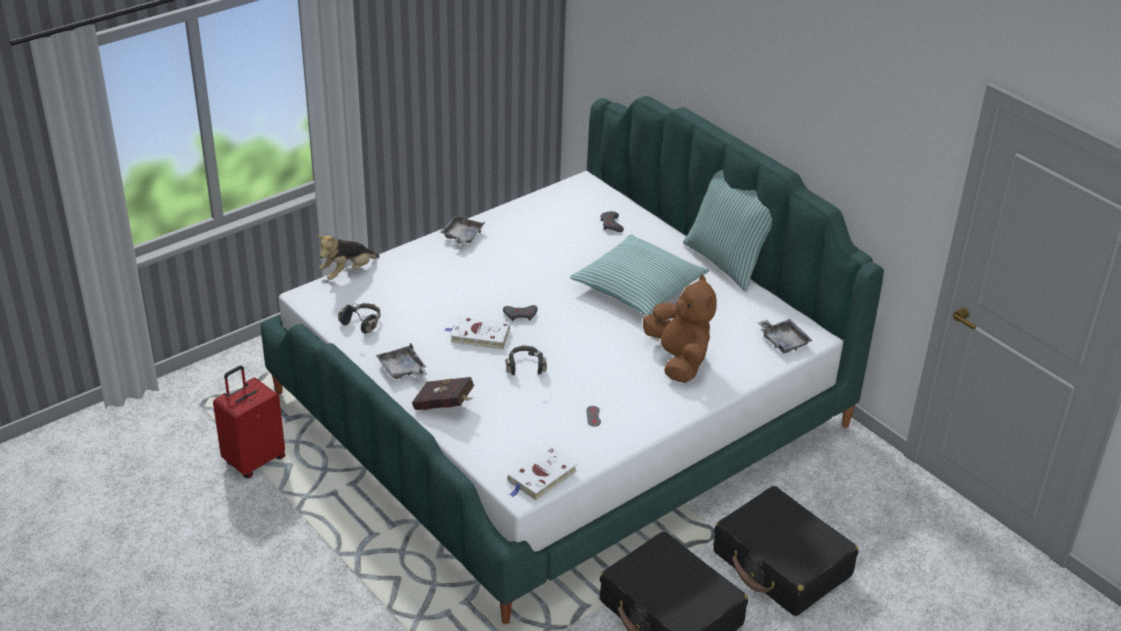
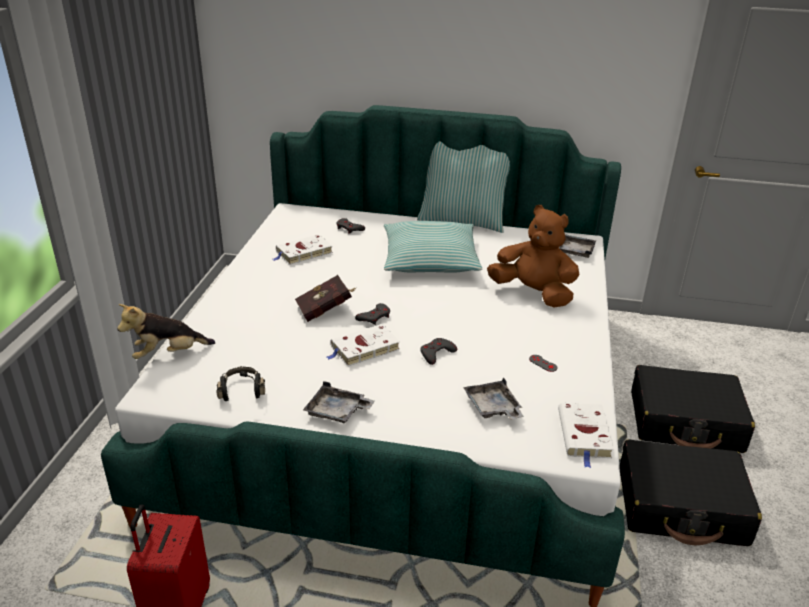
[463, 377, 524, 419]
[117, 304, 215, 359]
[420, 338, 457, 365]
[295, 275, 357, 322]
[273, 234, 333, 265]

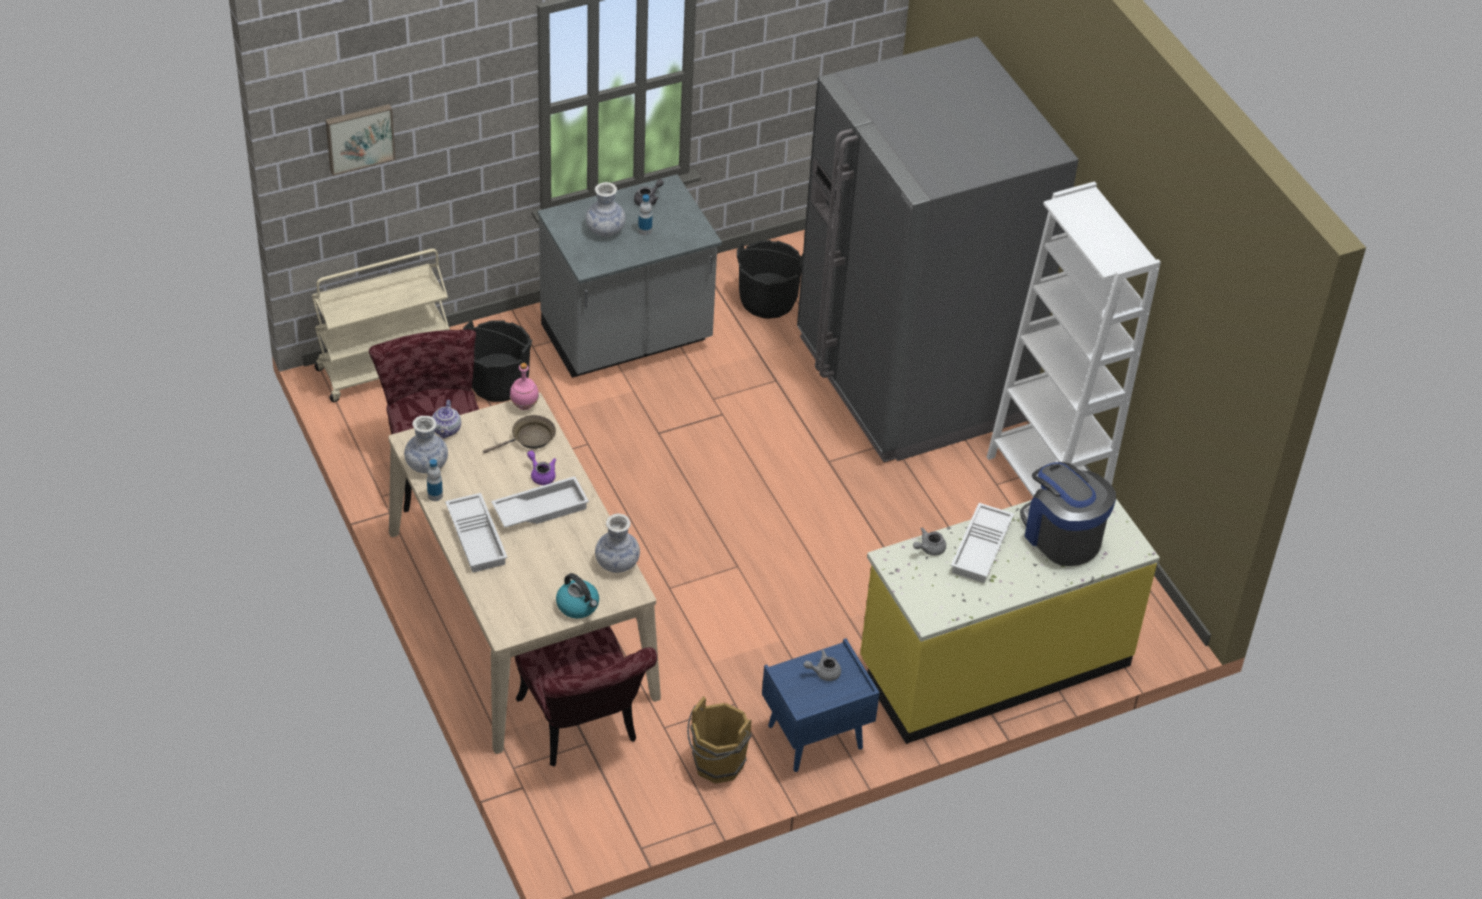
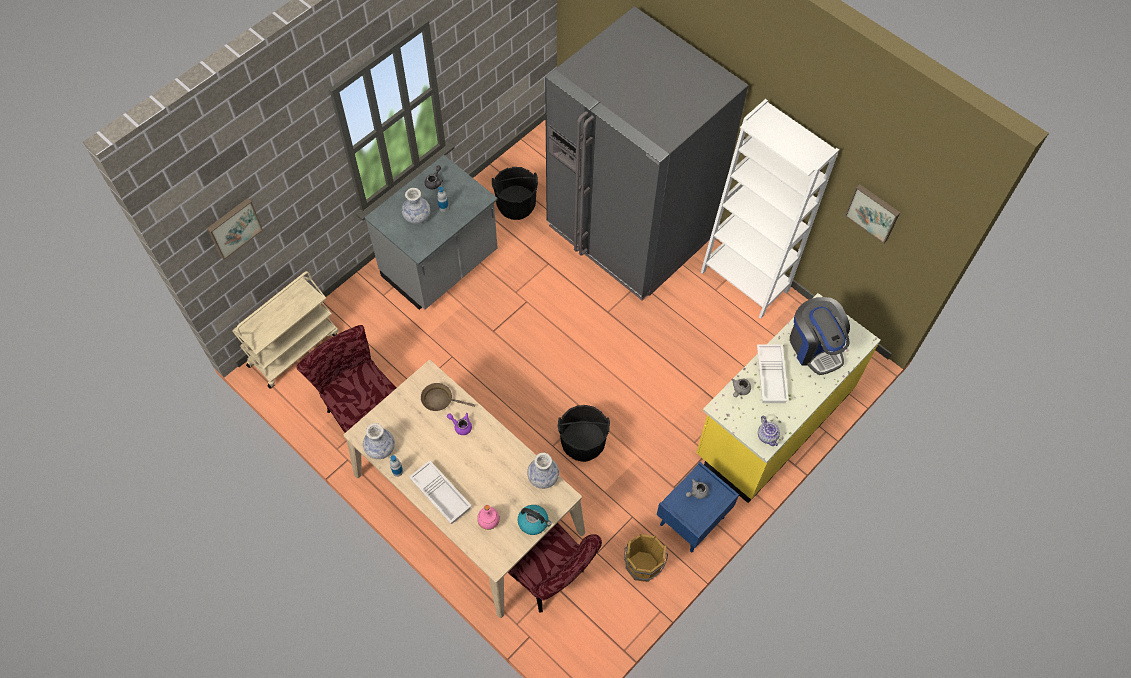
[558, 405, 610, 462]
[478, 505, 500, 530]
[758, 416, 780, 446]
[421, 383, 475, 411]
[790, 297, 850, 375]
[491, 476, 589, 527] (first image)
[845, 184, 900, 244]

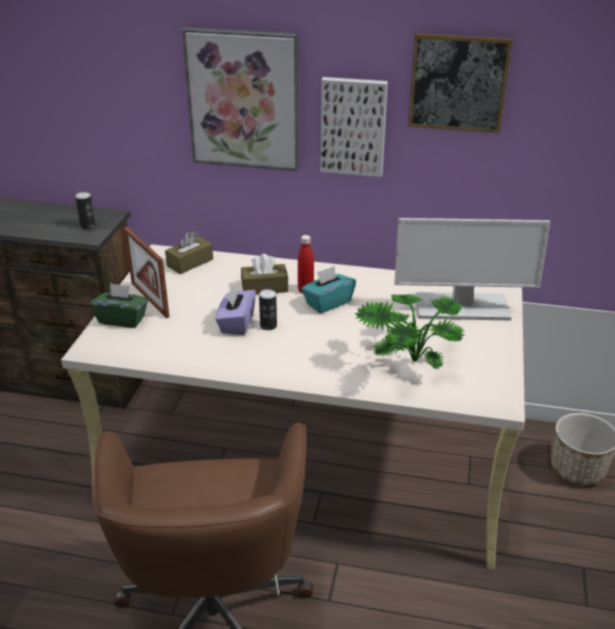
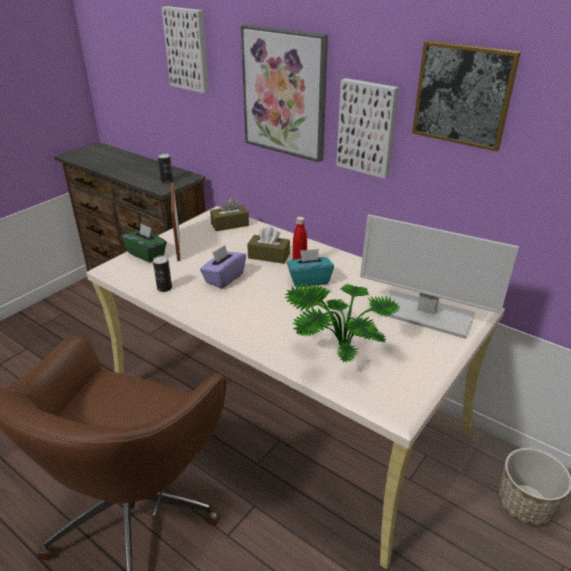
[153, 256, 172, 292]
[161, 6, 209, 93]

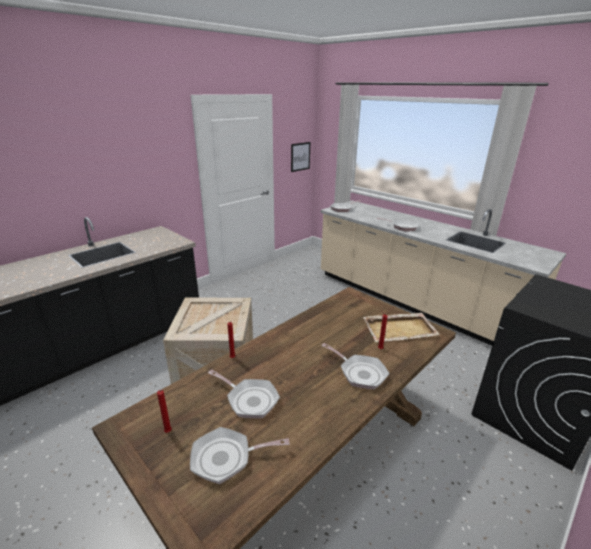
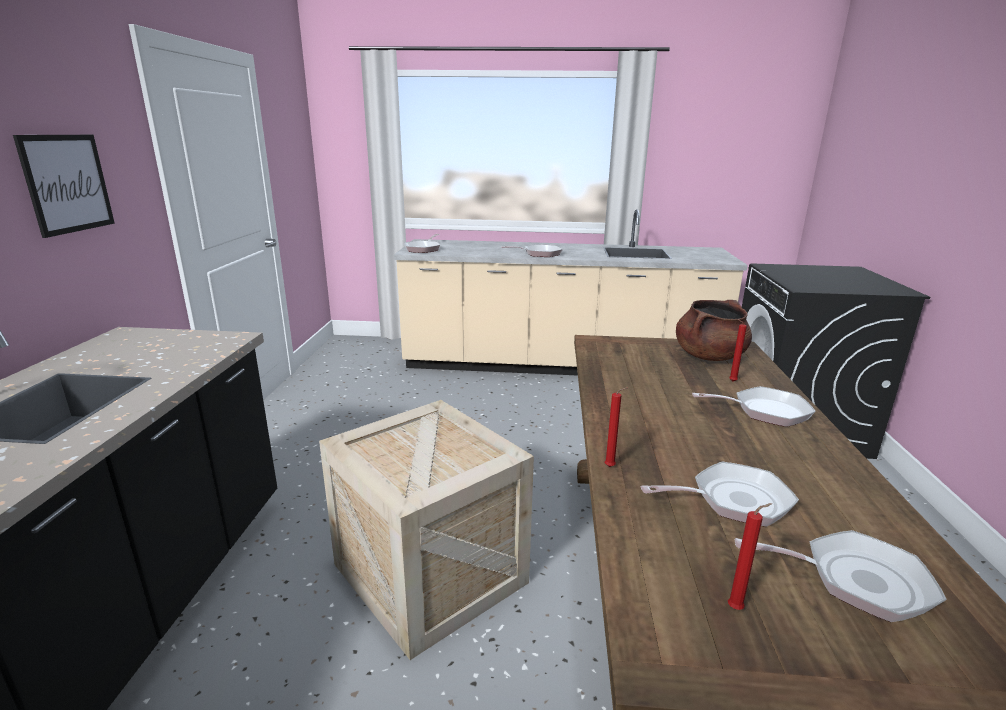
[13, 135, 115, 238]
[676, 300, 752, 361]
[735, 530, 946, 622]

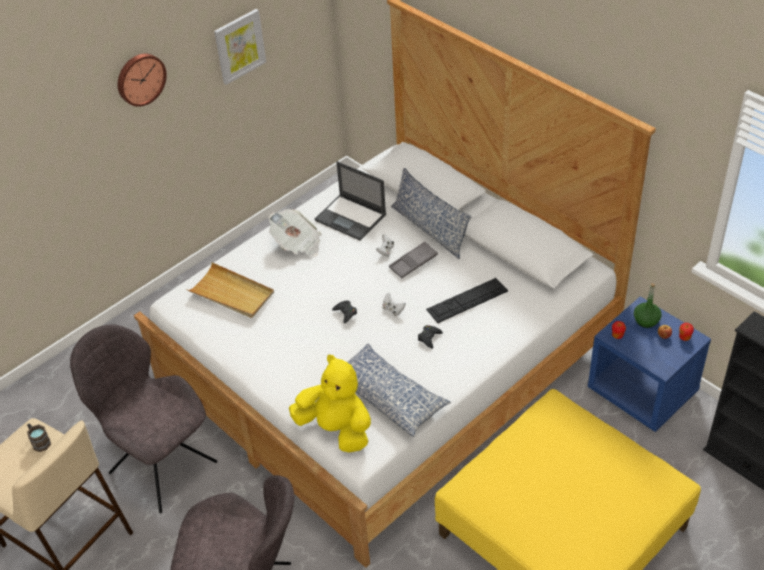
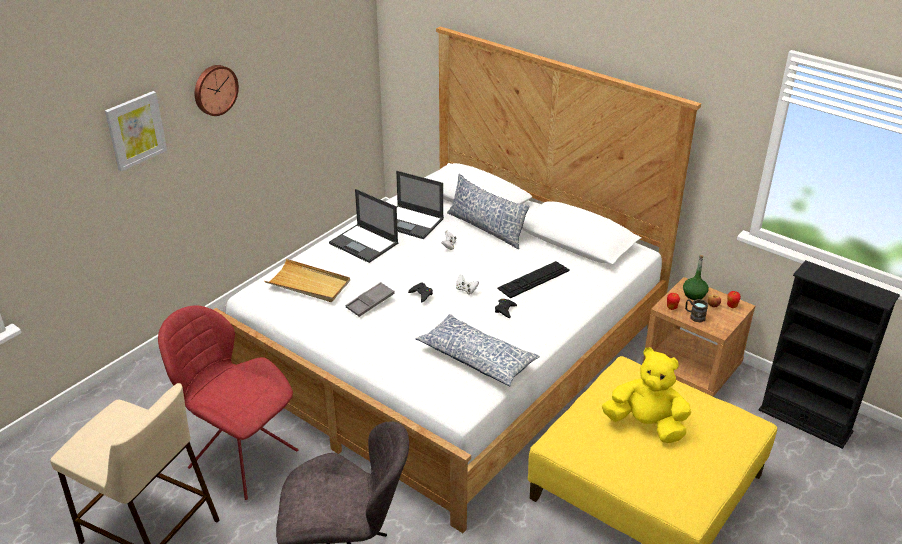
[105, 91, 167, 171]
[329, 189, 398, 263]
[346, 282, 395, 317]
[642, 277, 755, 397]
[158, 305, 298, 500]
[602, 347, 691, 443]
[685, 299, 708, 323]

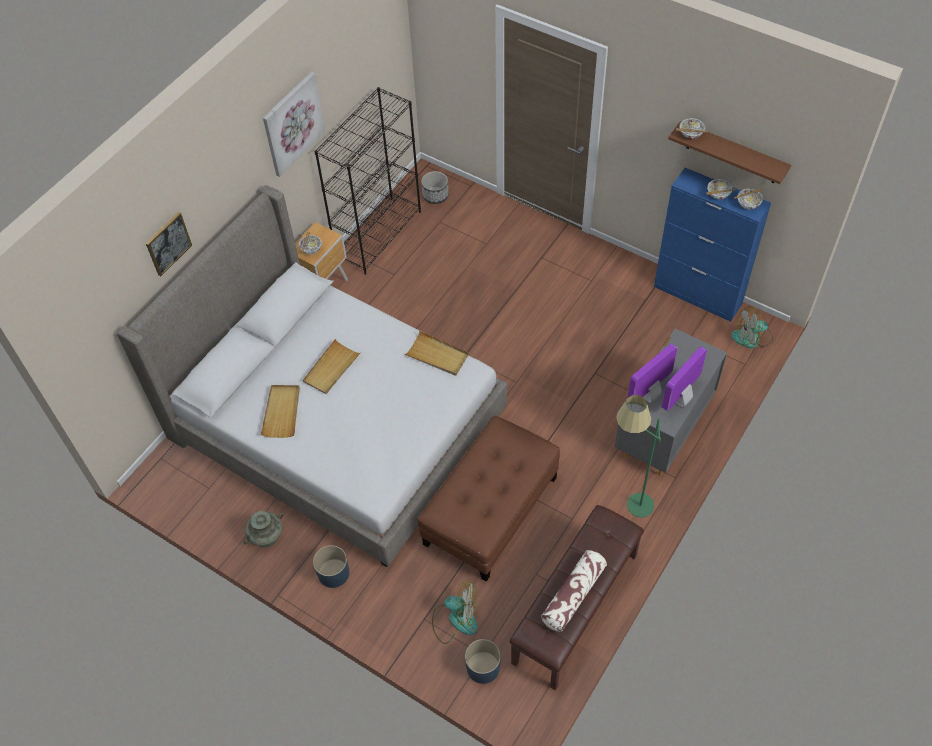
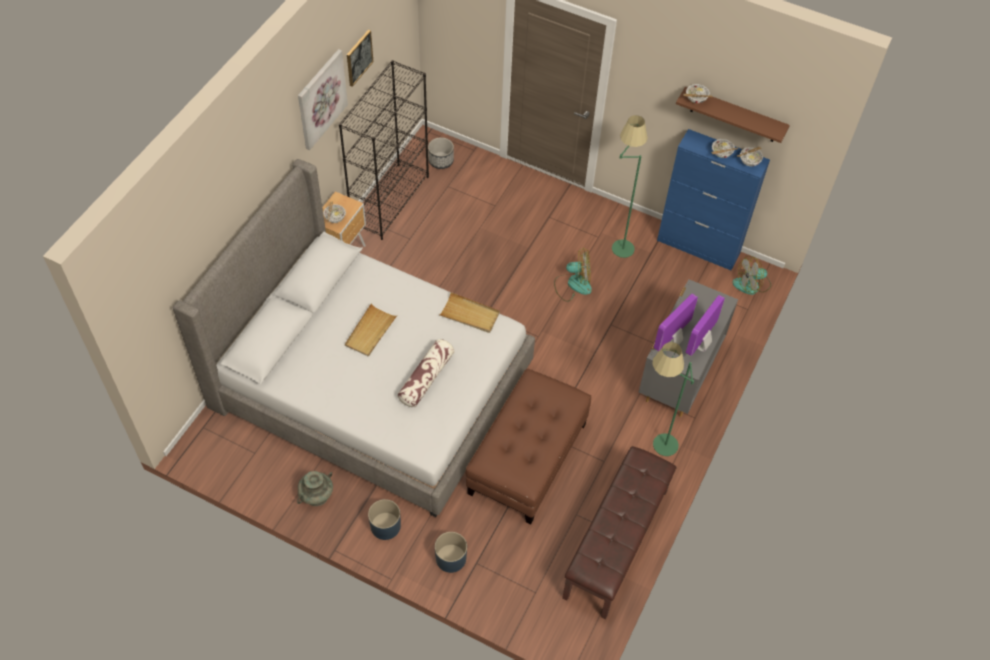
[347, 30, 373, 87]
[261, 385, 300, 438] (first image)
[397, 339, 454, 407]
[554, 248, 592, 302]
[435, 532, 467, 573]
[612, 115, 648, 258]

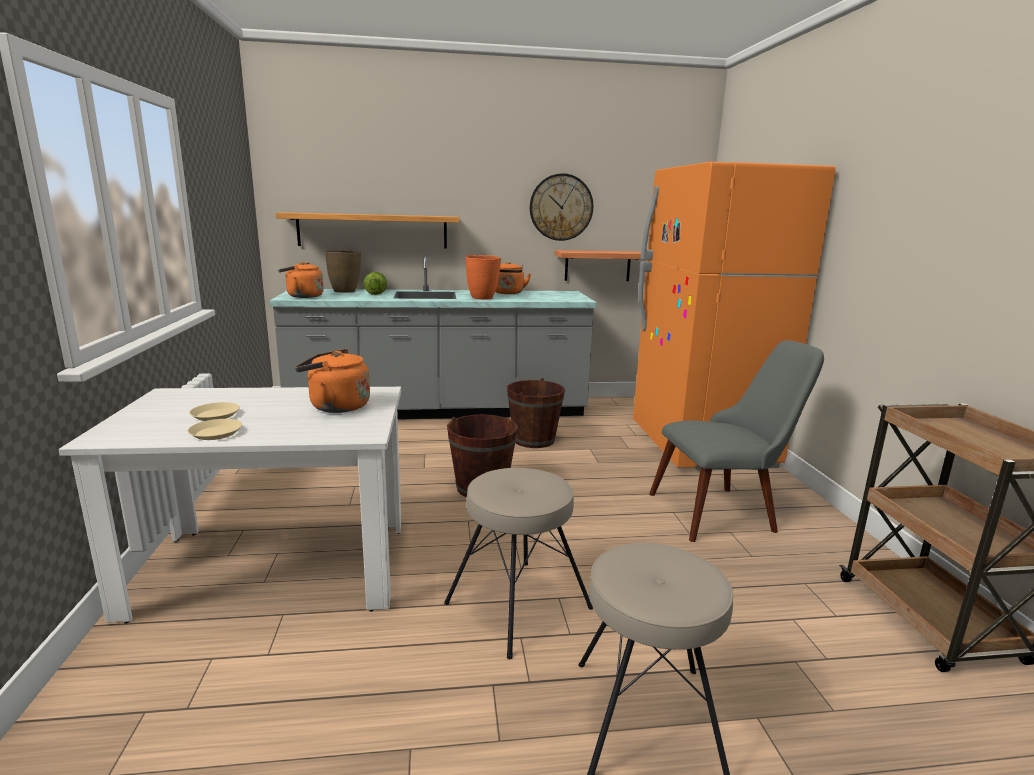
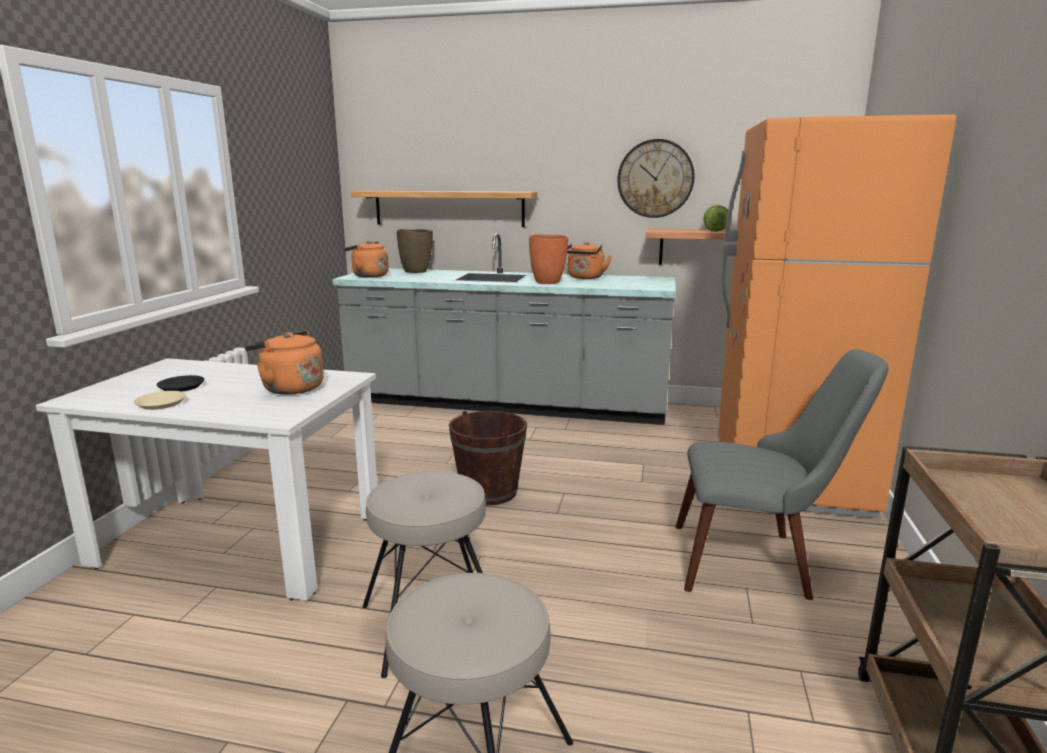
[703, 205, 728, 232]
[507, 378, 565, 448] (first image)
[157, 375, 204, 392]

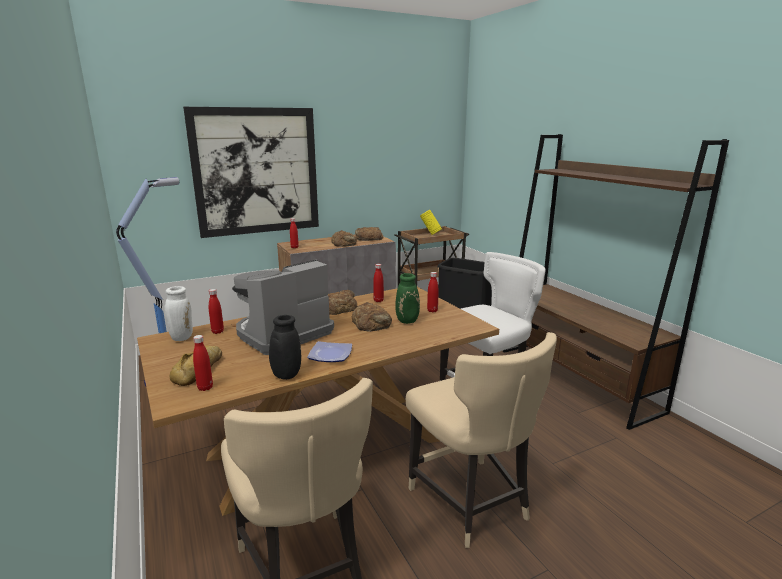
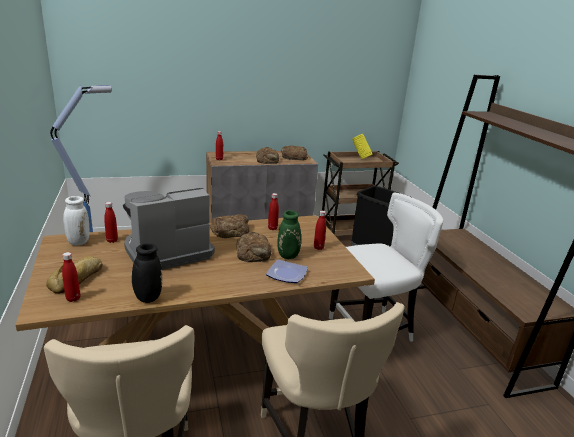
[183, 107, 319, 238] (first image)
[266, 260, 308, 283]

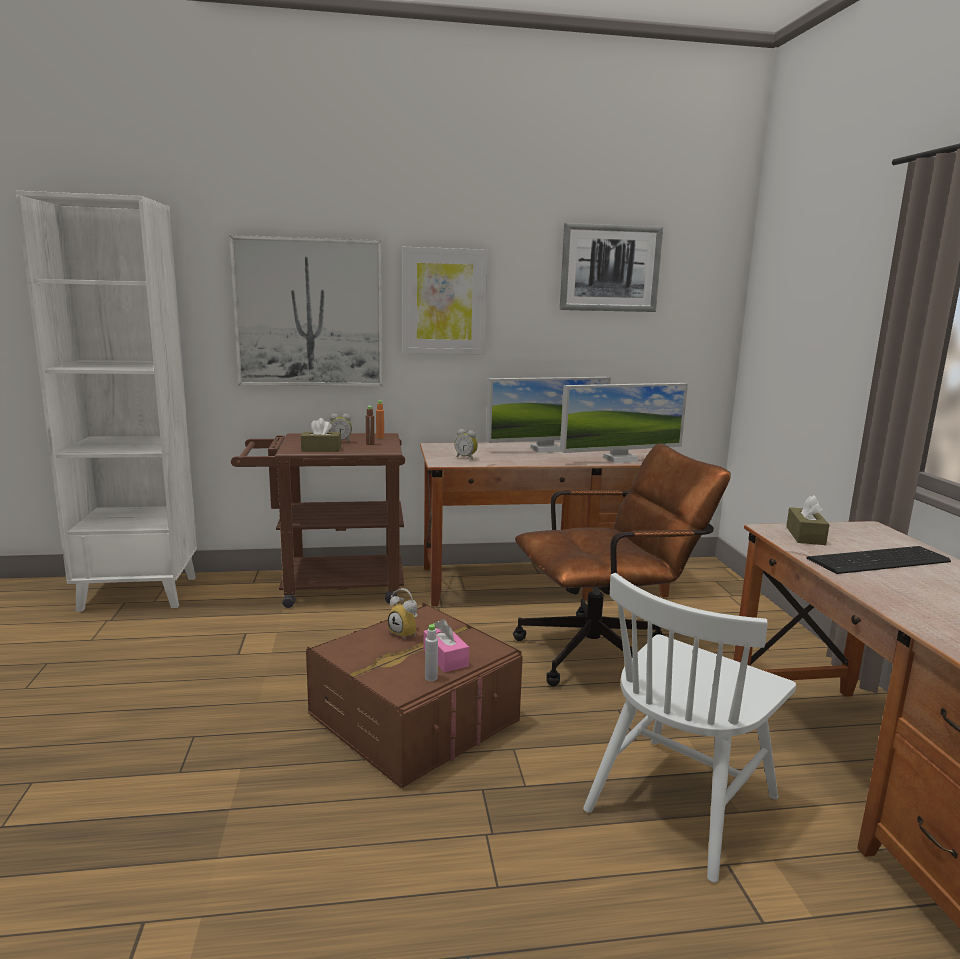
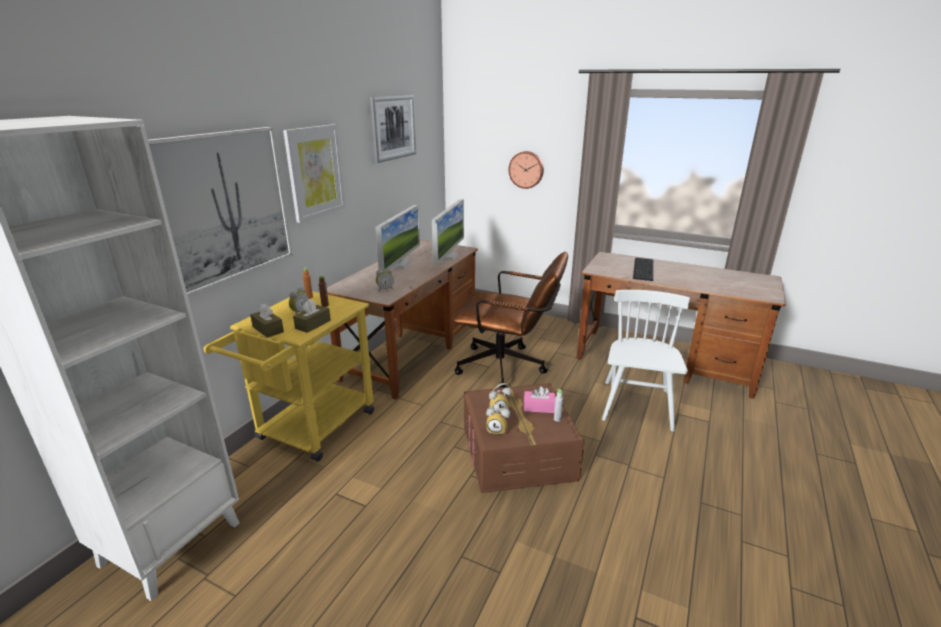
[203, 291, 374, 462]
[453, 252, 568, 388]
[250, 303, 284, 338]
[602, 290, 690, 432]
[508, 151, 544, 189]
[486, 402, 510, 435]

